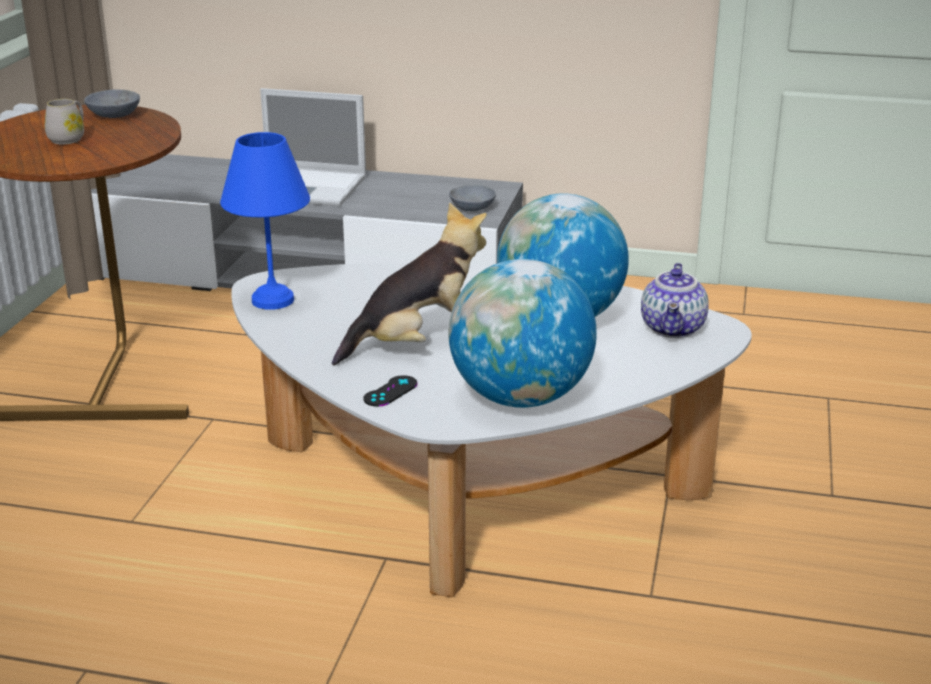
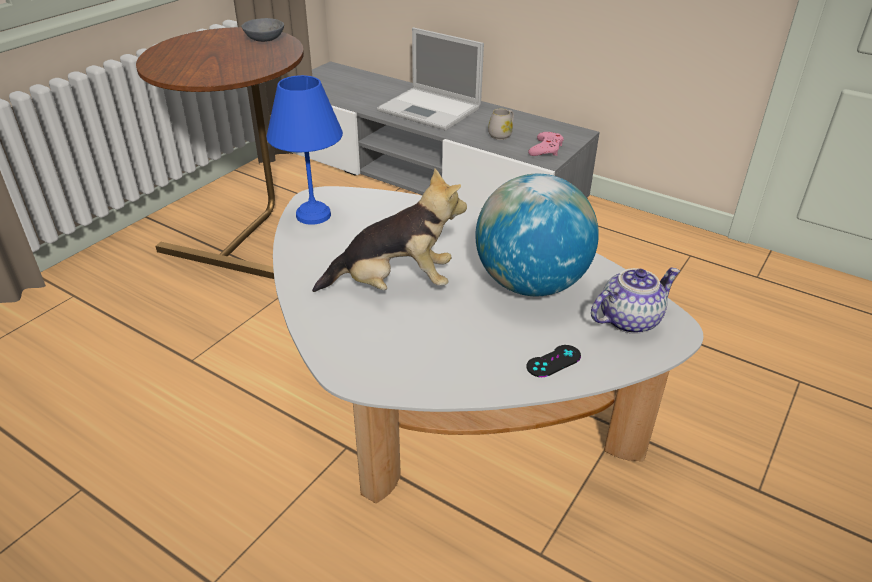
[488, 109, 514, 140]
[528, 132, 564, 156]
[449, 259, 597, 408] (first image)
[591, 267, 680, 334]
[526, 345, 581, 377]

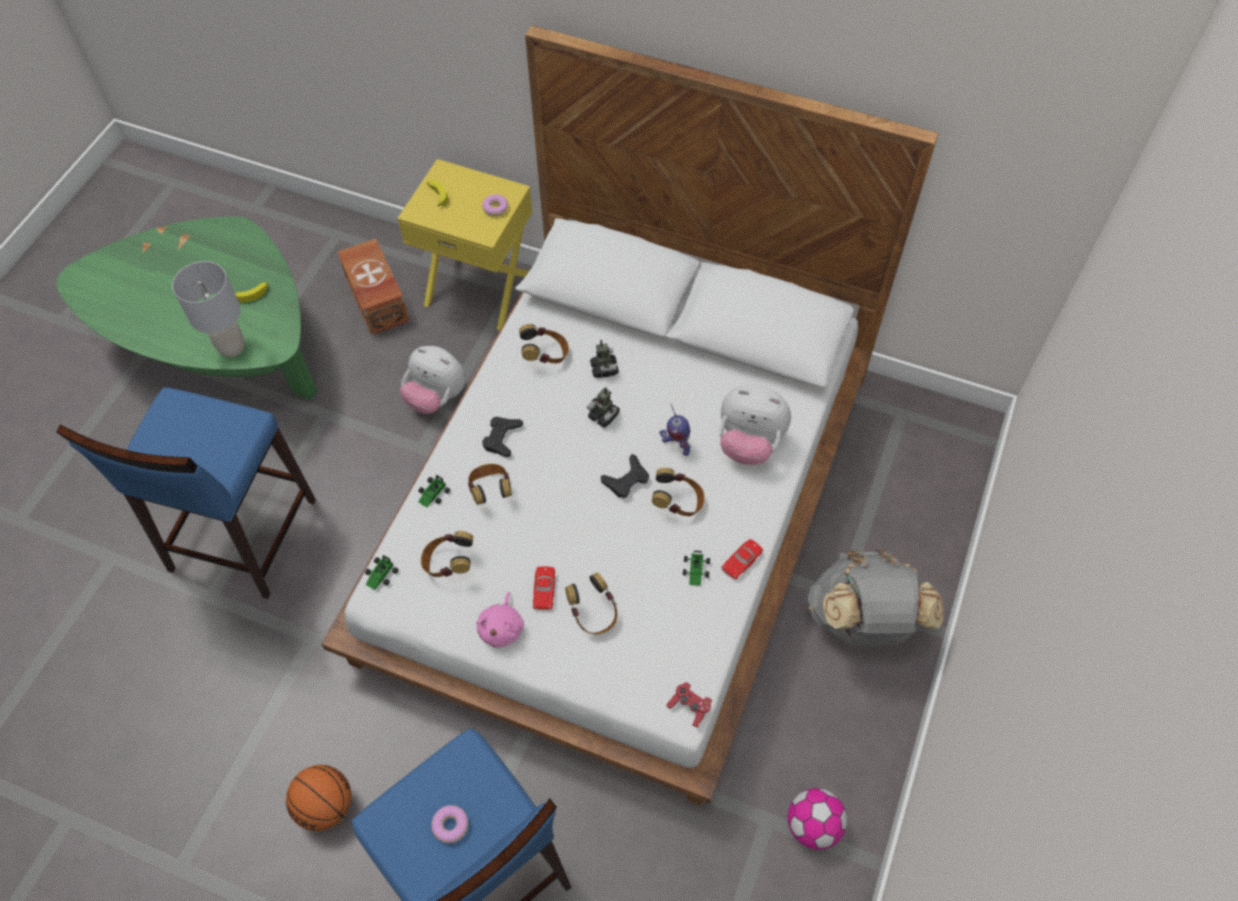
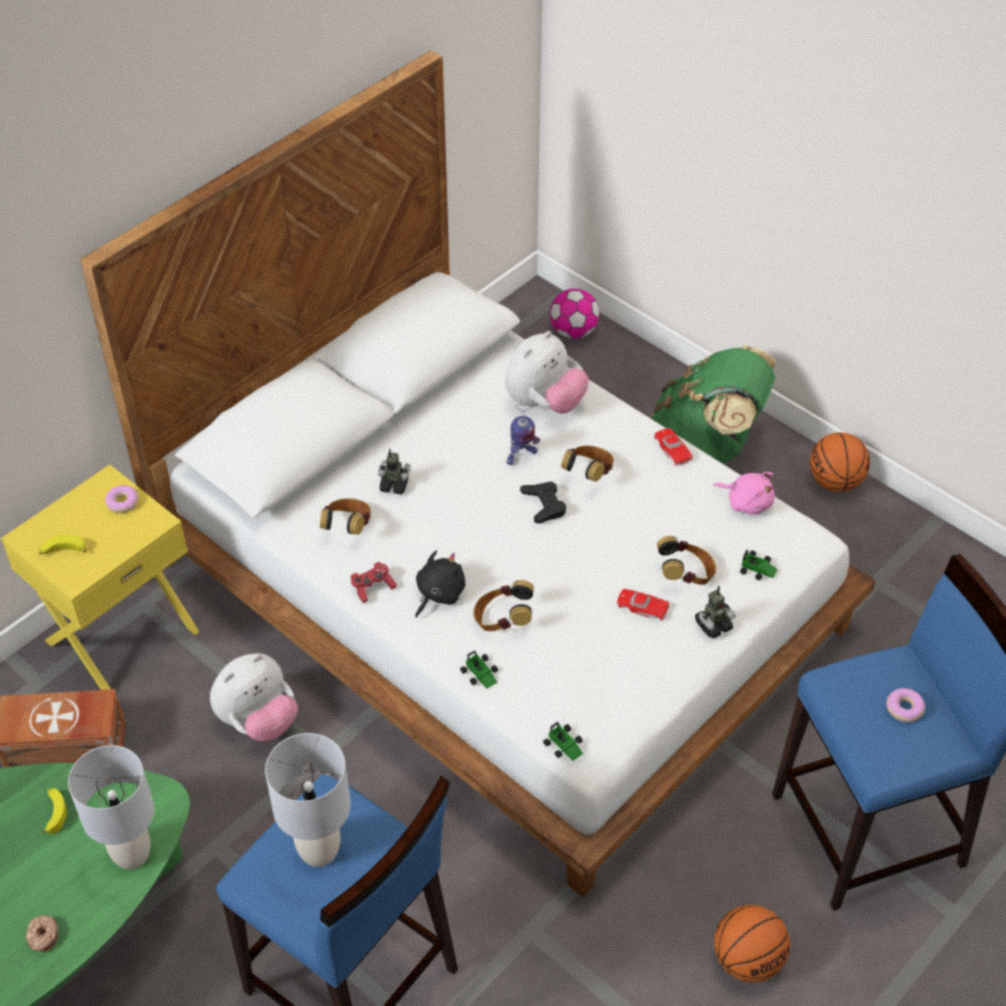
[695, 586, 736, 638]
[415, 550, 465, 618]
[421, 531, 473, 577] (first image)
[651, 345, 776, 464]
[740, 550, 778, 580]
[713, 472, 775, 514]
[351, 562, 397, 603]
[550, 289, 599, 339]
[810, 433, 870, 492]
[265, 733, 351, 867]
[26, 915, 58, 952]

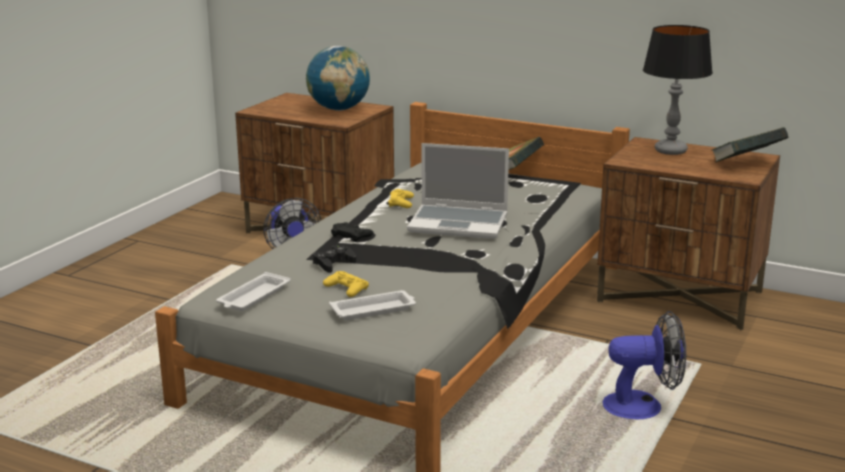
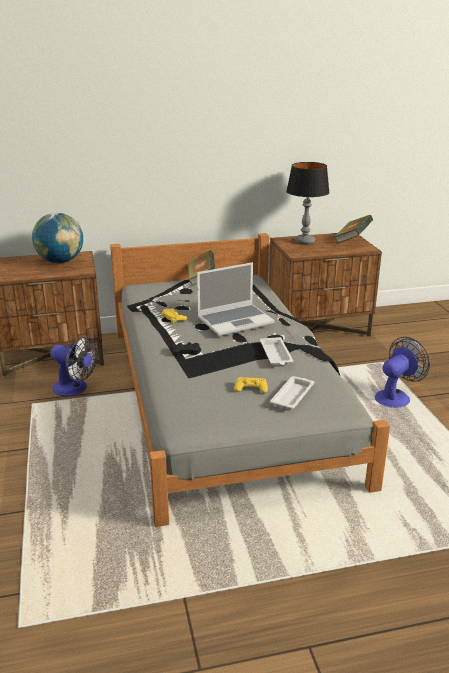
[313, 245, 356, 273] (first image)
[260, 337, 293, 366]

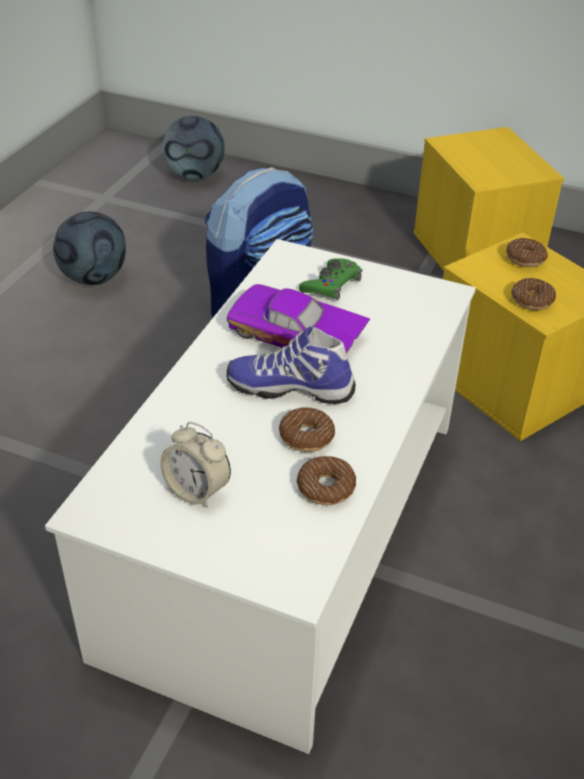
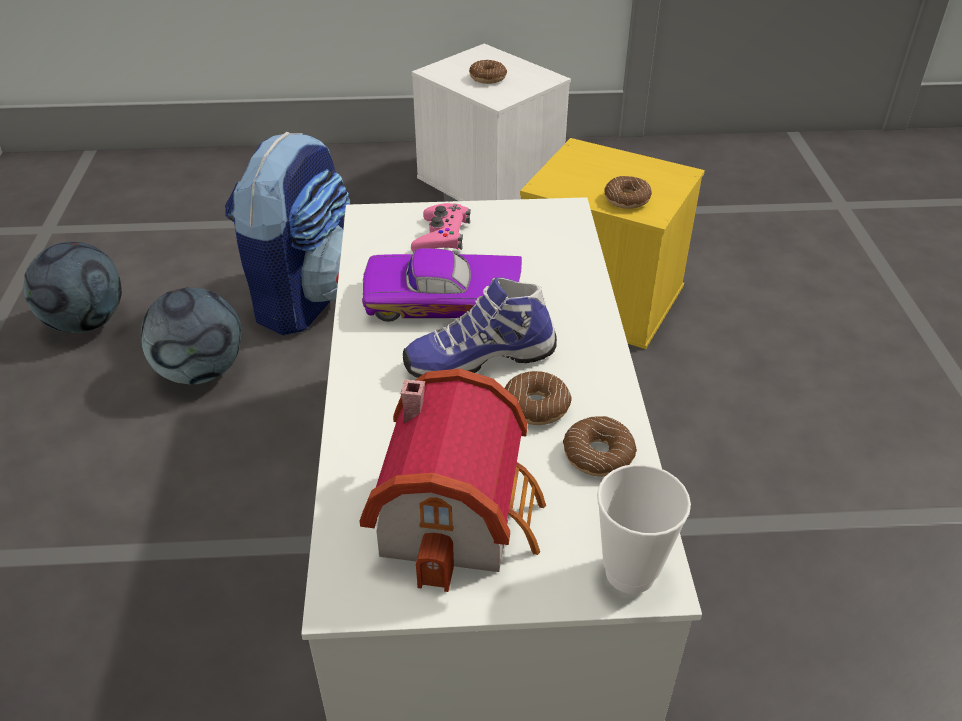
[141, 287, 242, 385]
[412, 44, 571, 201]
[469, 60, 507, 84]
[411, 203, 471, 252]
[359, 369, 546, 592]
[597, 464, 691, 594]

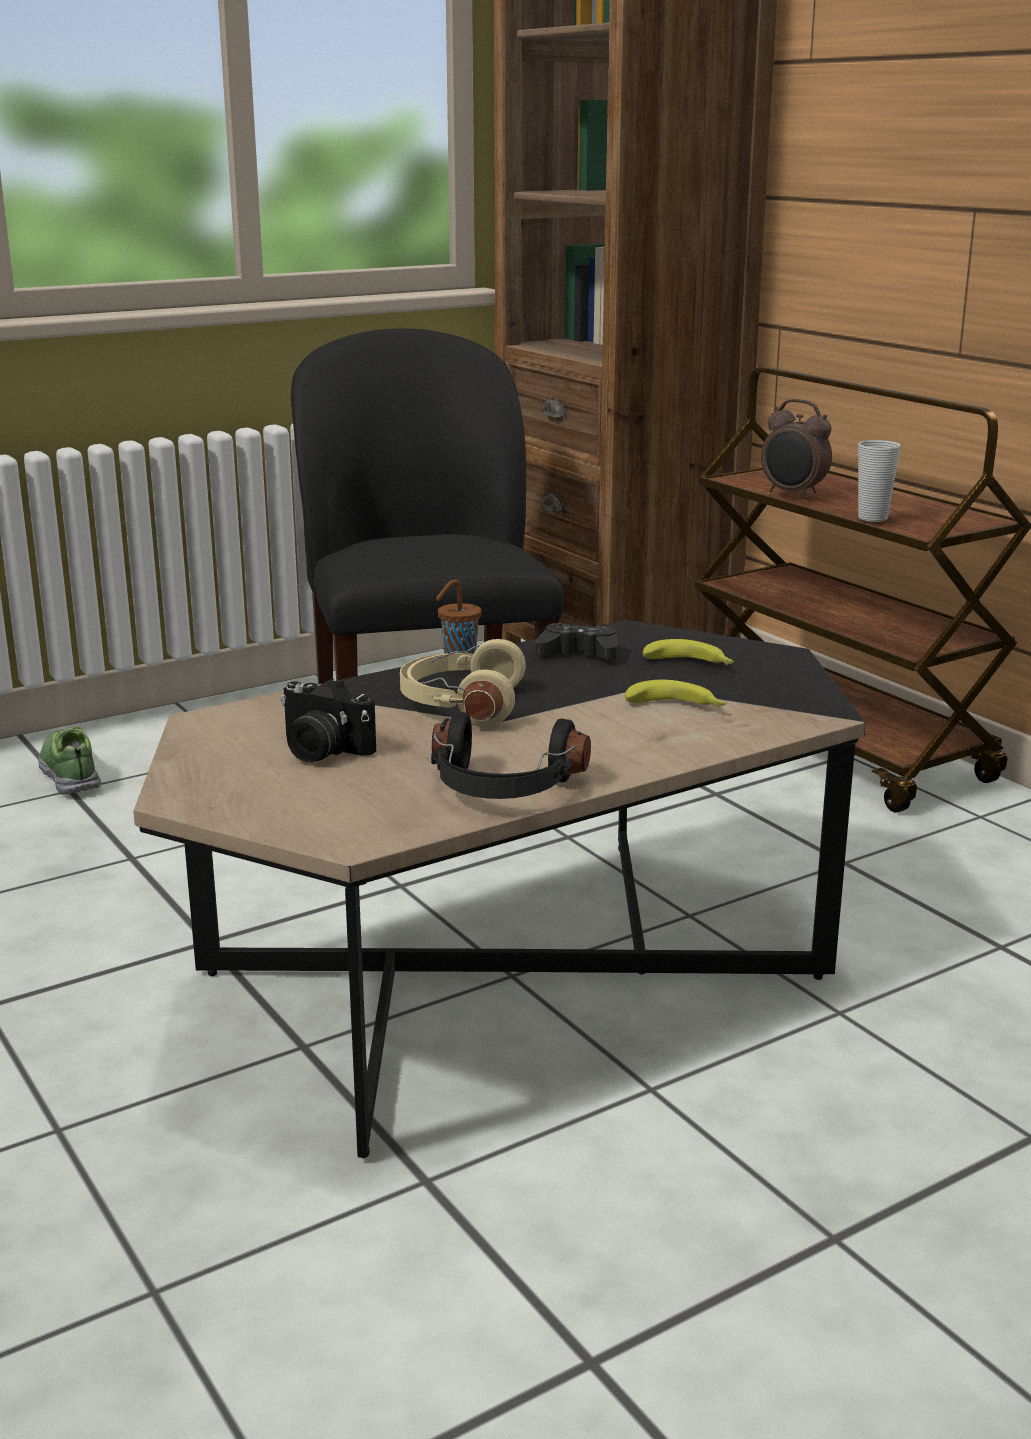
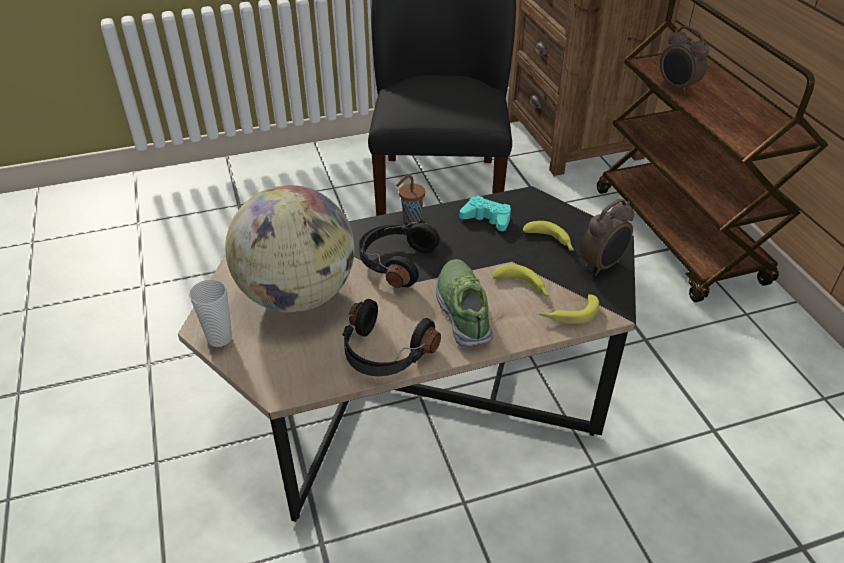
[189, 280, 232, 347]
[460, 196, 511, 231]
[359, 222, 440, 288]
[225, 185, 355, 313]
[436, 259, 493, 347]
[580, 199, 634, 276]
[539, 294, 599, 324]

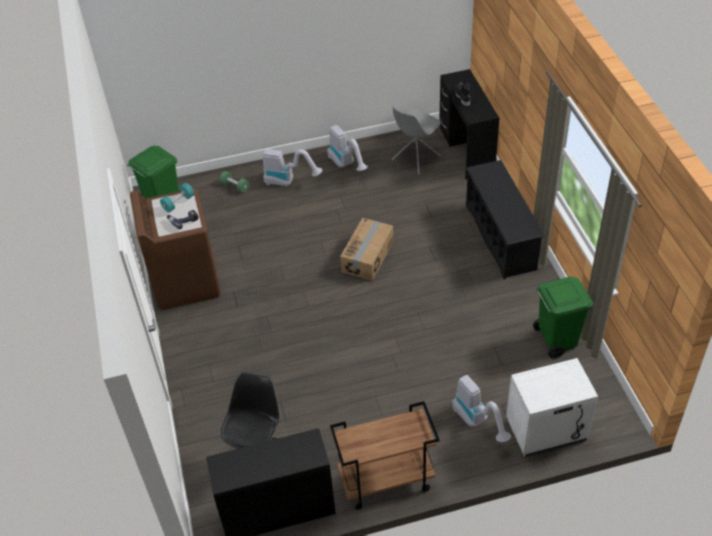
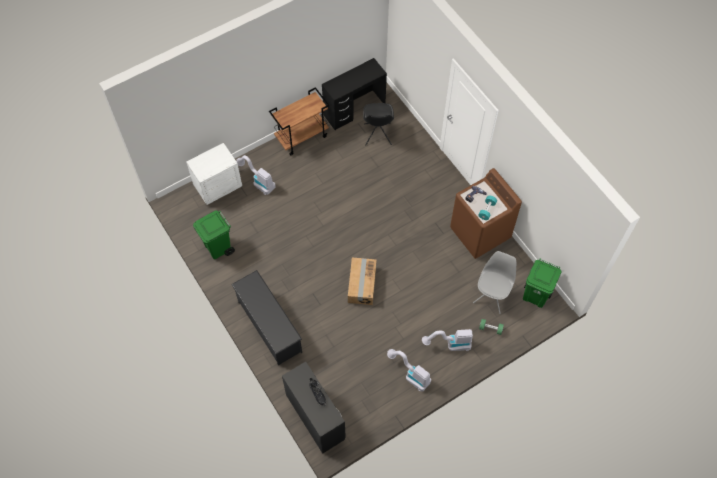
[473, 251, 516, 314]

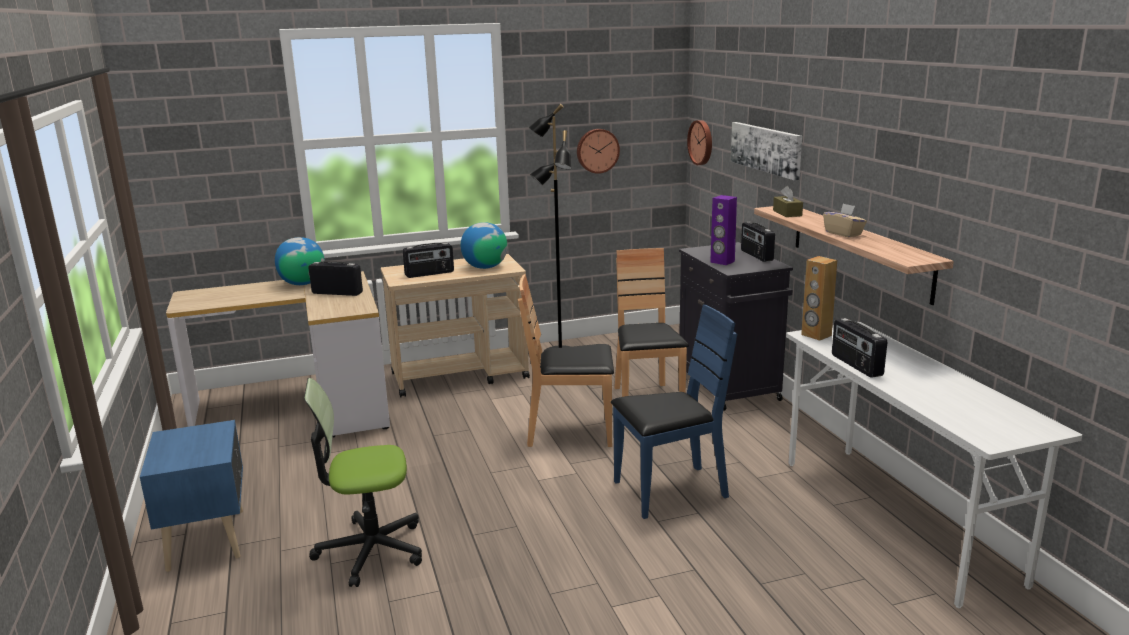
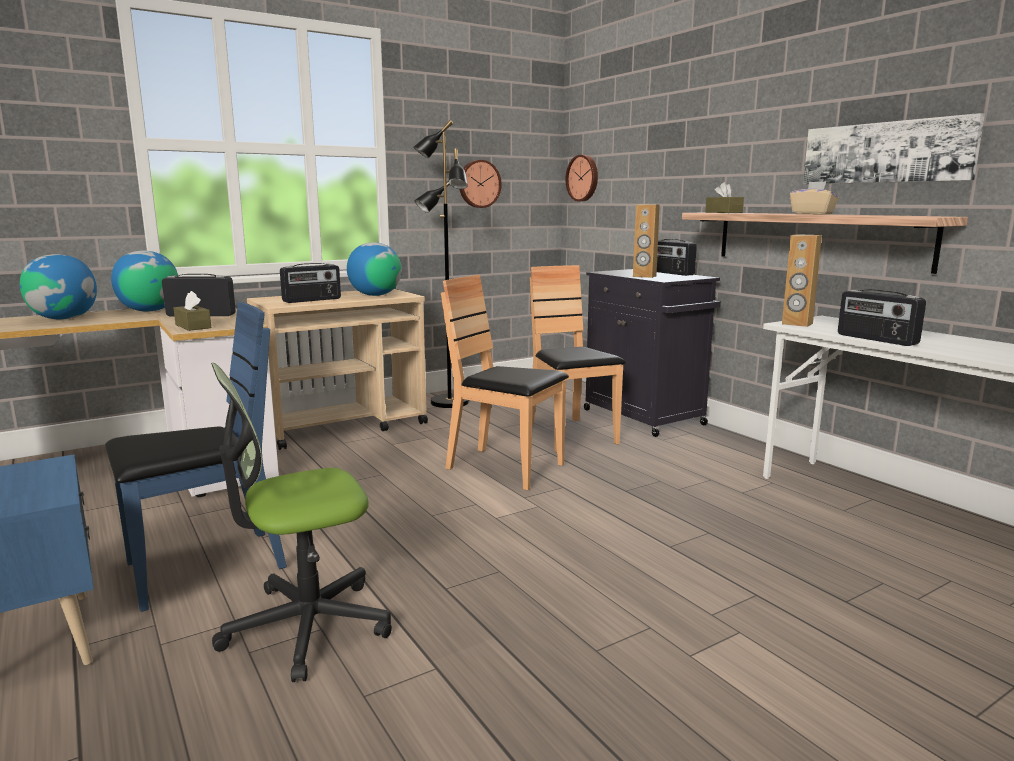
[803, 113, 985, 184]
[633, 204, 660, 278]
[441, 275, 569, 490]
[105, 302, 287, 612]
[20, 254, 97, 320]
[174, 291, 211, 331]

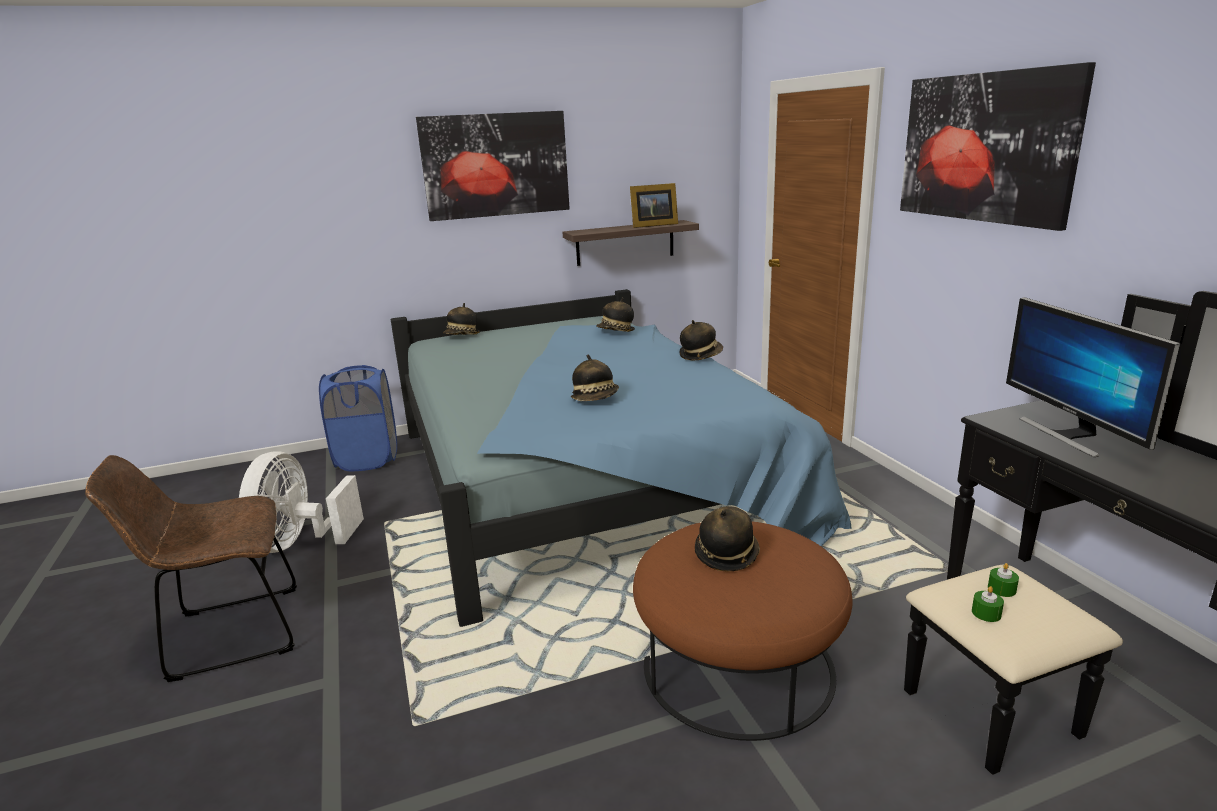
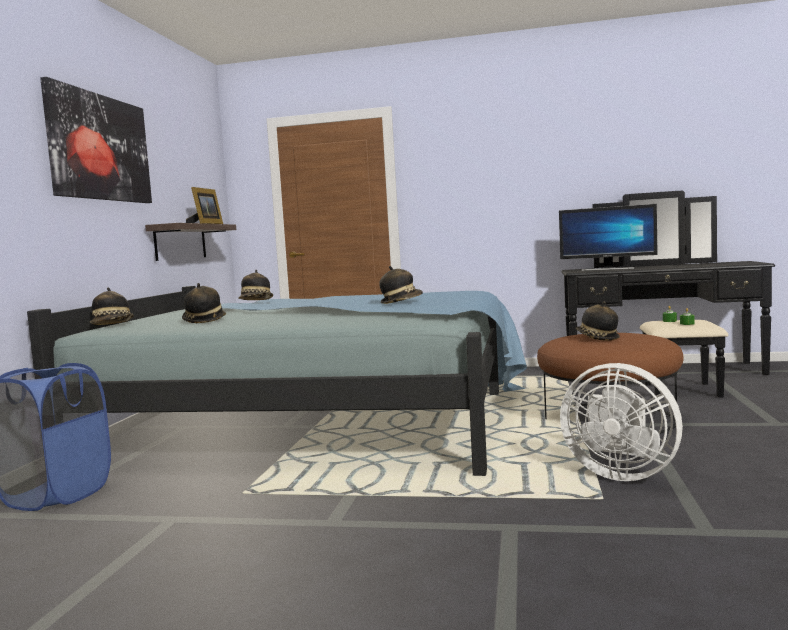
[900, 62, 1096, 231] (first image)
[182, 283, 226, 323]
[560, 363, 683, 481]
[85, 455, 297, 682] (first image)

